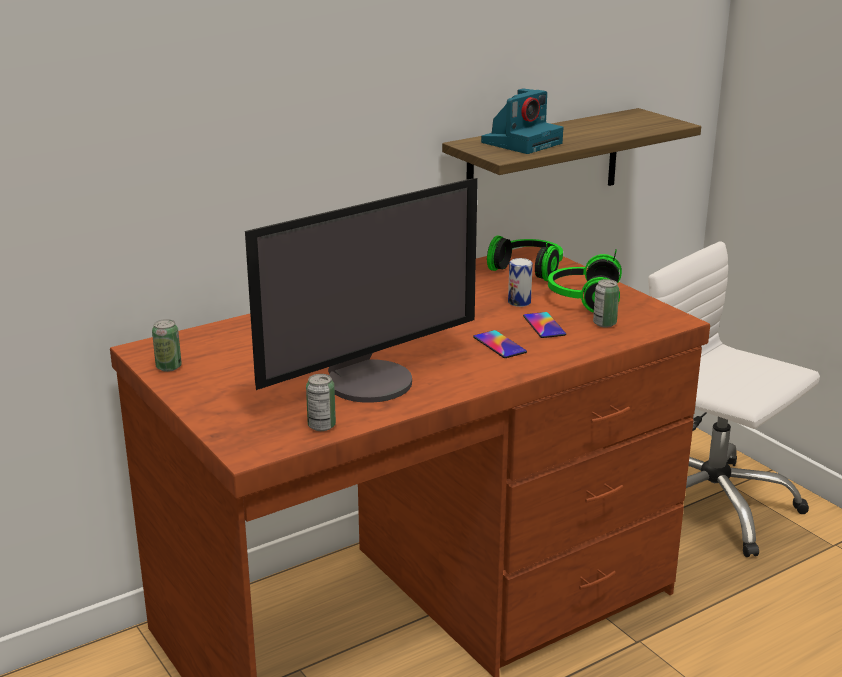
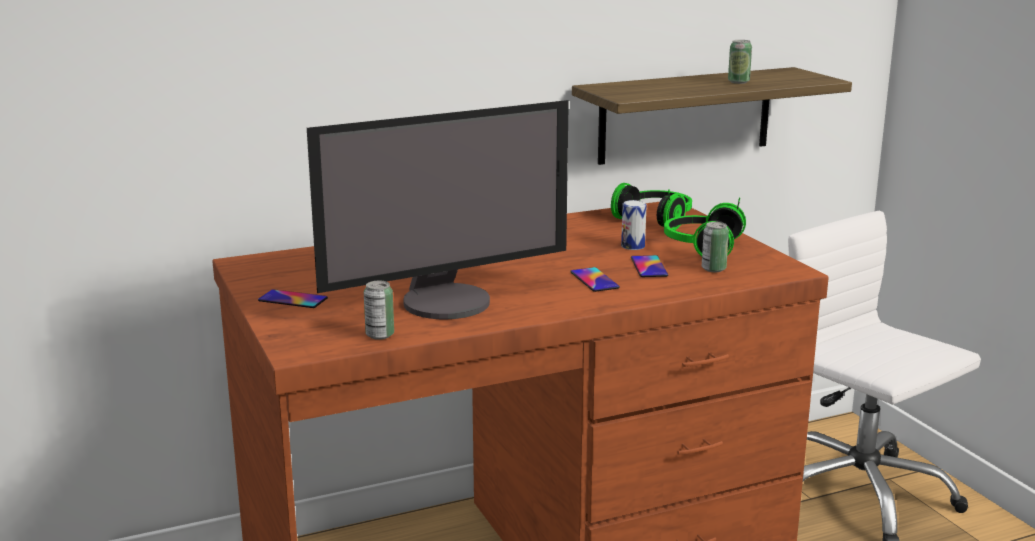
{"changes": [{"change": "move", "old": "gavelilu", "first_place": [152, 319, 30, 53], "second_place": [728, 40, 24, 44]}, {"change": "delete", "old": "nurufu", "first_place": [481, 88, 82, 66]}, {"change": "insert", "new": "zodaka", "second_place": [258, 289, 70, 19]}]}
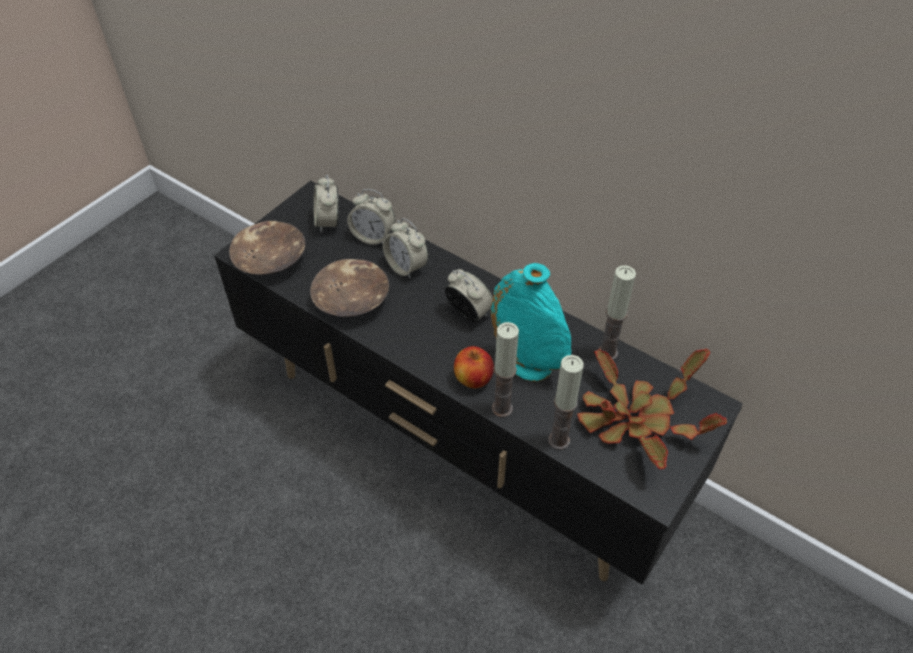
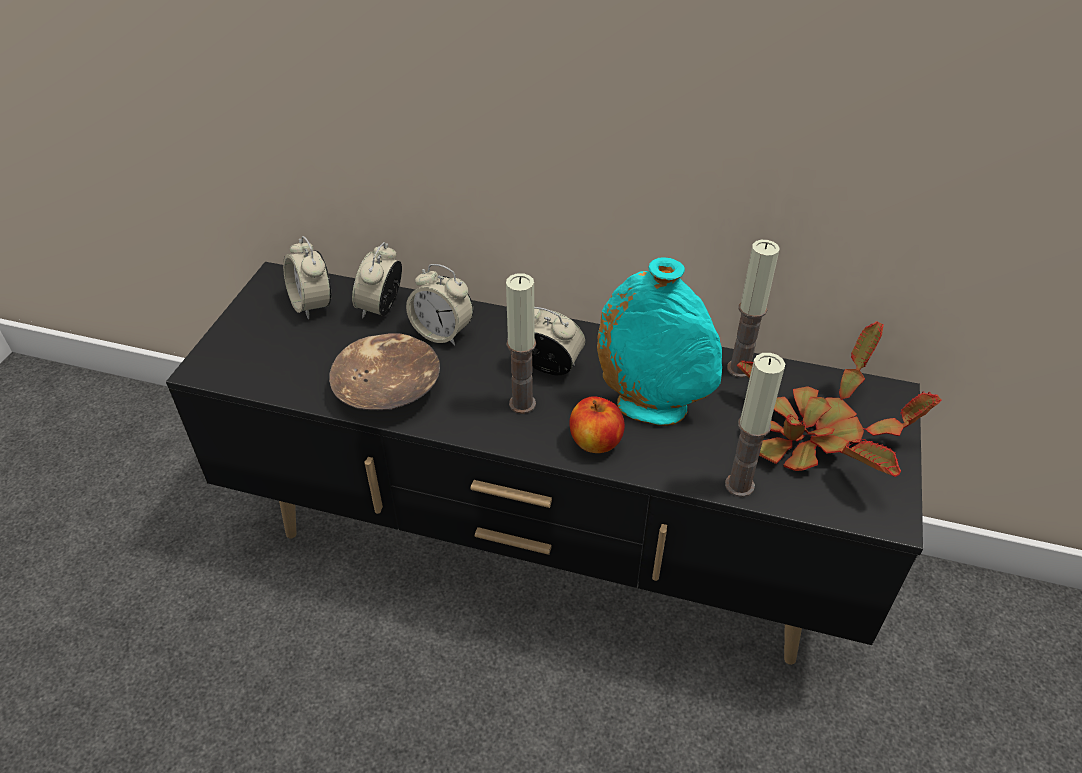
{"changes": [{"change": "delete", "old": "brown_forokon", "first_place": [229, 221, 77, 54]}, {"change": "rotate", "old": "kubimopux", "first_place": [347, 189, 48, 55], "second_place": [352, 242, 50, 76], "degrees": 105}, {"change": "move", "old": "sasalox", "first_place": [492, 322, 27, 95], "second_place": [506, 273, 30, 141]}]}
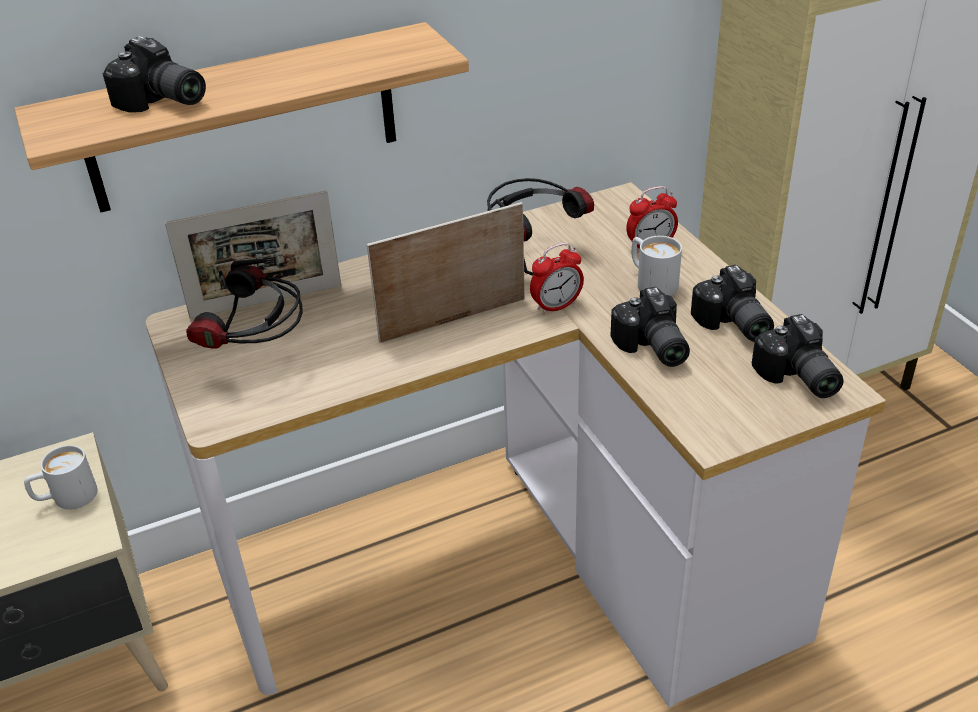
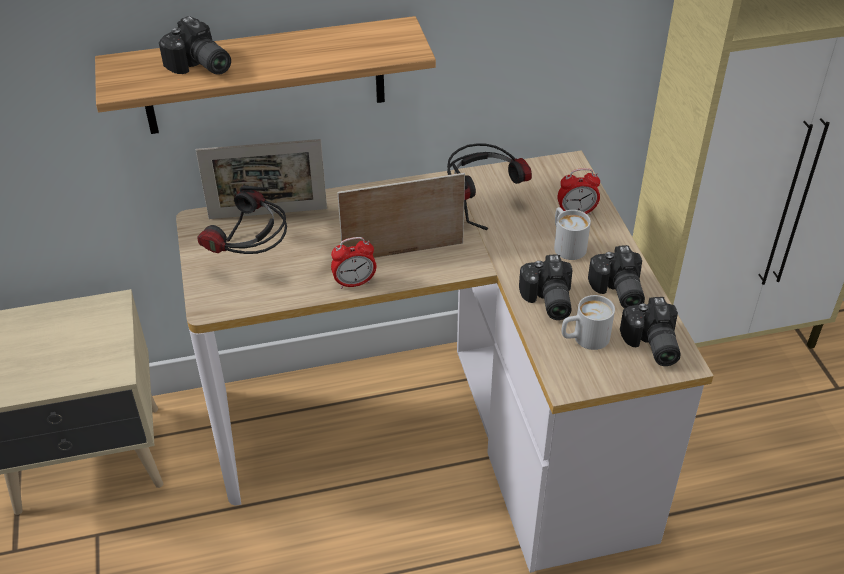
{"changes": [{"change": "move", "old": "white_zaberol", "first_place": [24, 445, 74, 65], "second_place": [561, 295, 54, 55]}, {"change": "move", "old": "kubimopux", "first_place": [530, 243, 54, 72], "second_place": [331, 237, 45, 52]}]}
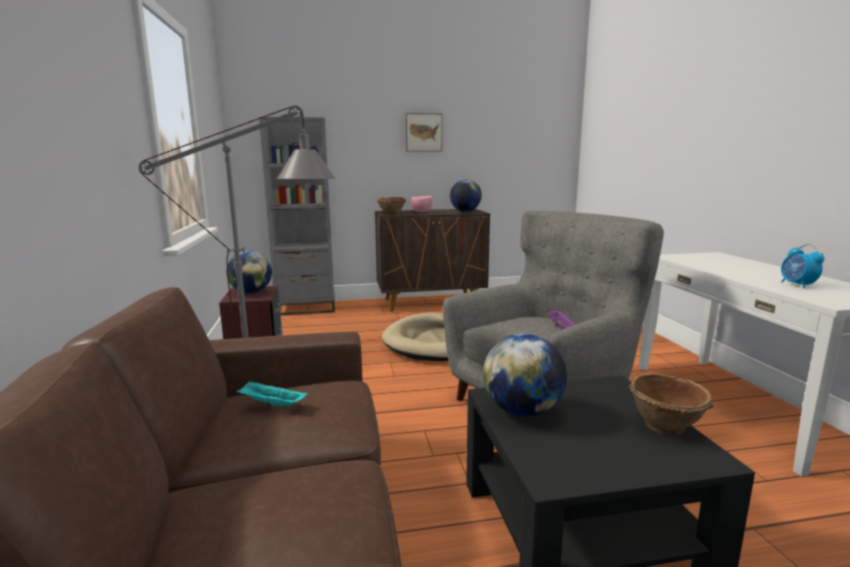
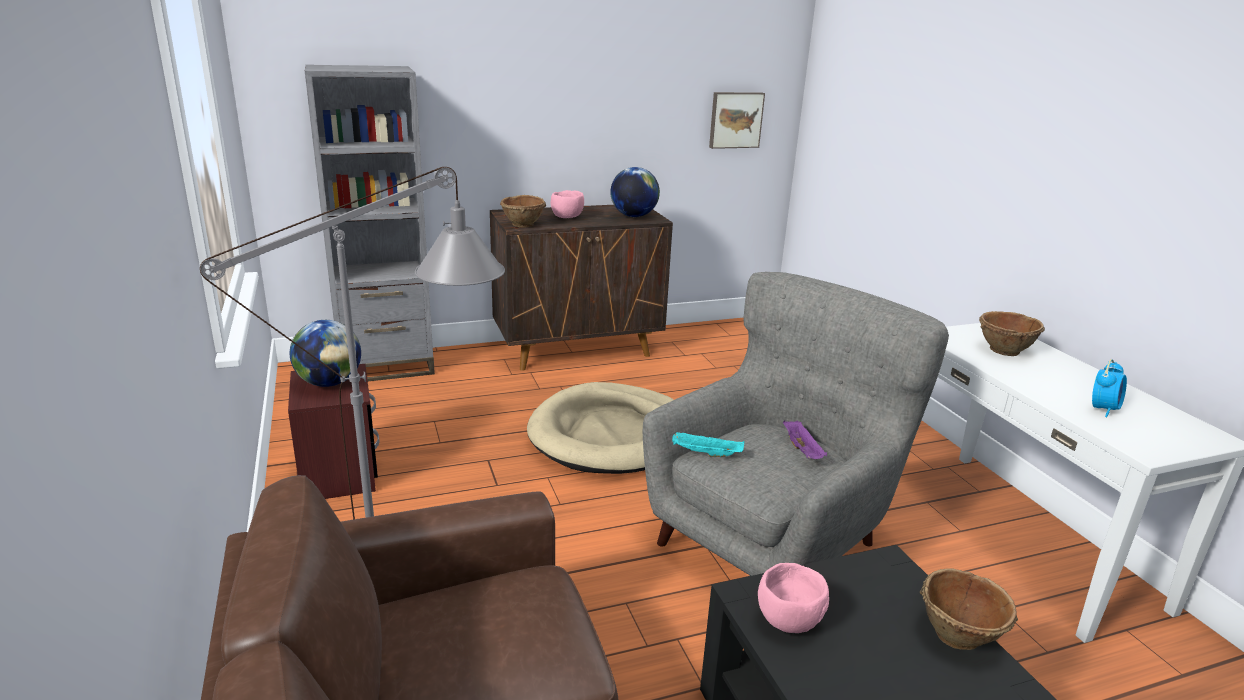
{"changes": [{"change": "move", "old": "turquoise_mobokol", "first_place": [236, 381, 72, 27], "second_place": [672, 432, 72, 25]}, {"change": "move", "old": "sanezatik", "first_place": [405, 113, 37, 39], "second_place": [709, 92, 56, 57]}, {"change": "replace", "old": "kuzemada", "new": "pink_forokon", "first_place": [483, 333, 84, 84], "second_place": [758, 563, 71, 70]}, {"change": "rotate", "old": "kubimopux", "first_place": [781, 244, 43, 44], "second_place": [1092, 359, 35, 58], "degrees": -120}, {"change": "insert", "new": "brown_forokon", "second_place": [979, 311, 66, 45]}]}
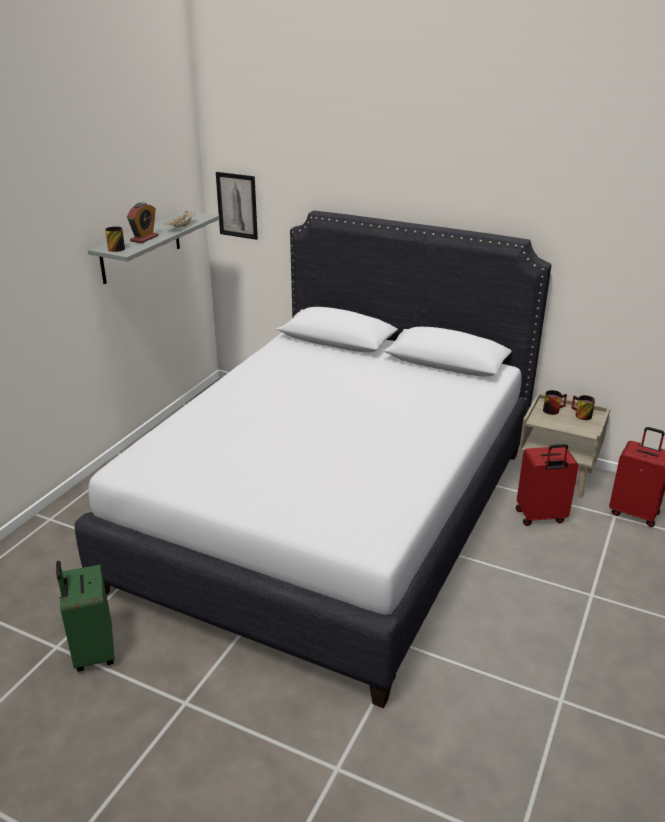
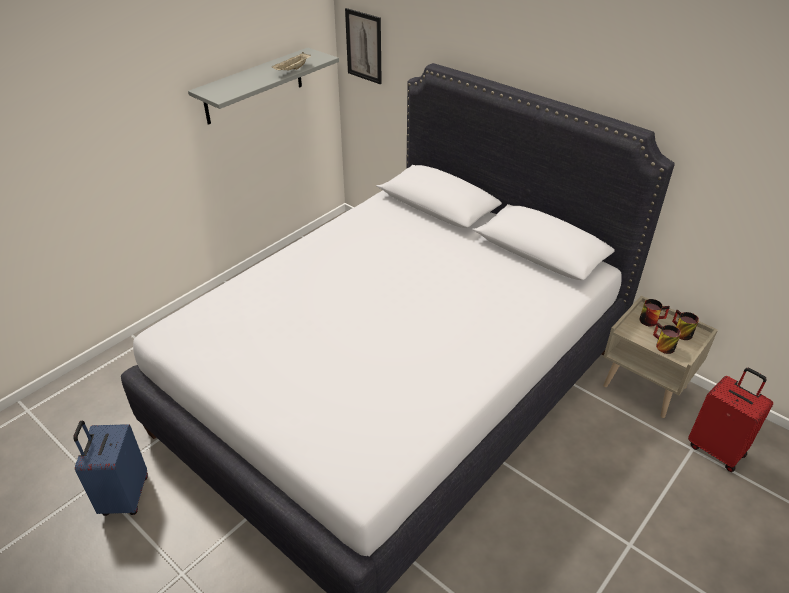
{"changes": [{"change": "recolor", "old": "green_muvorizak", "new": "blue_muvorizak", "first_place": [56, 561, 59, 111], "second_place": [73, 421, 75, 95]}, {"change": "move", "old": "zaberol", "first_place": [105, 227, 20, 25], "second_place": [653, 323, 28, 31]}, {"change": "delete", "old": "kubimopux", "first_place": [127, 202, 32, 41]}, {"change": "delete", "old": "red_muvorizak", "first_place": [516, 444, 63, 82]}]}
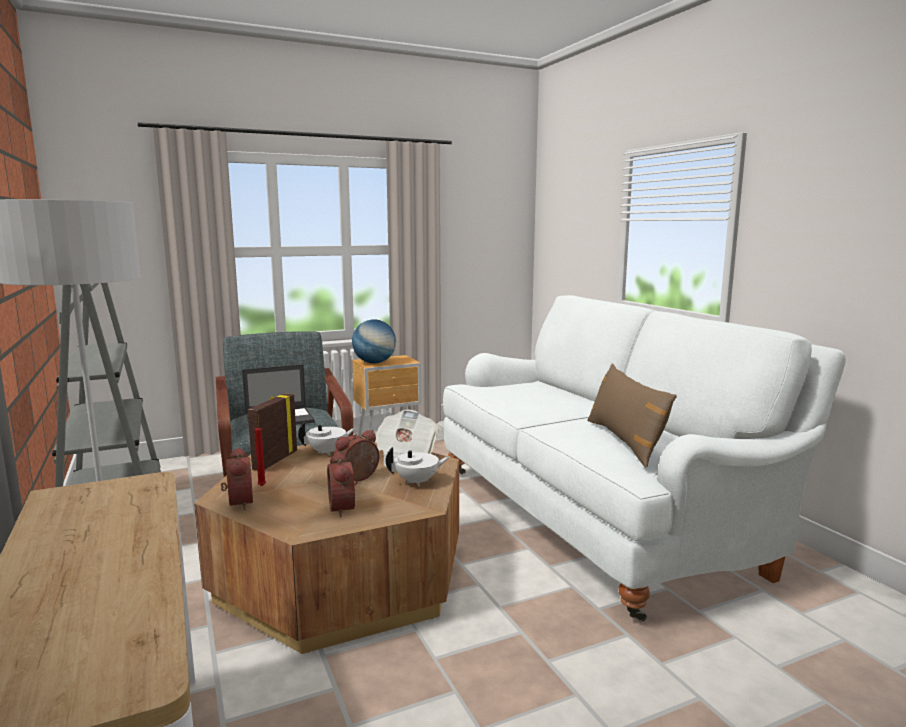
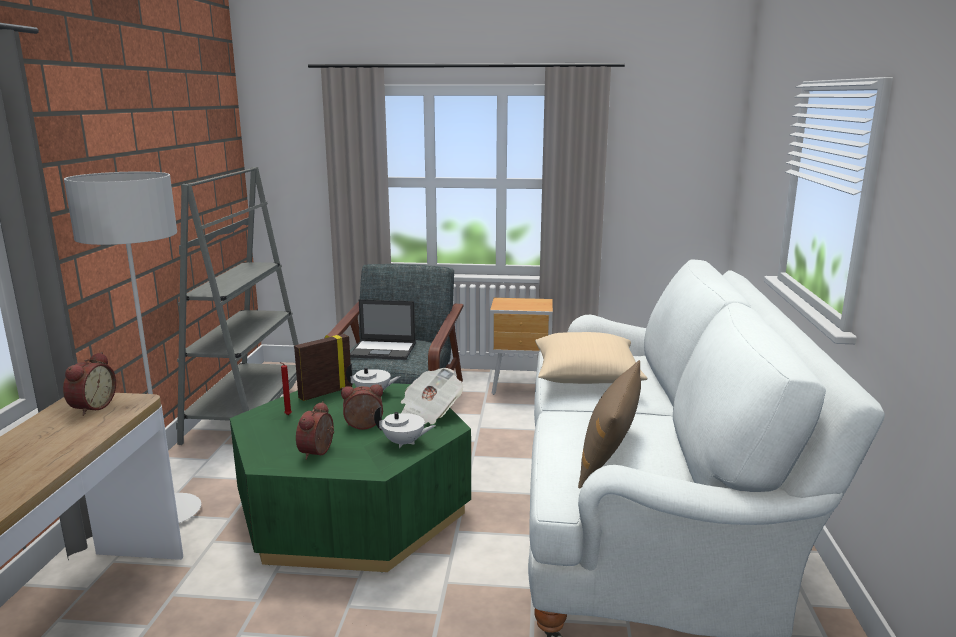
{"changes": [{"change": "recolor", "old": "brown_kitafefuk", "new": "green_kitafefuk", "first_place": [194, 437, 265, 217], "second_place": [230, 383, 241, 189]}, {"change": "move", "old": "kubimopux", "first_place": [221, 448, 32, 62], "second_place": [63, 352, 53, 64]}, {"change": "delete", "old": "kuzemada", "first_place": [352, 319, 44, 44]}, {"change": "insert", "new": "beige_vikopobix", "second_place": [535, 332, 112, 52]}]}
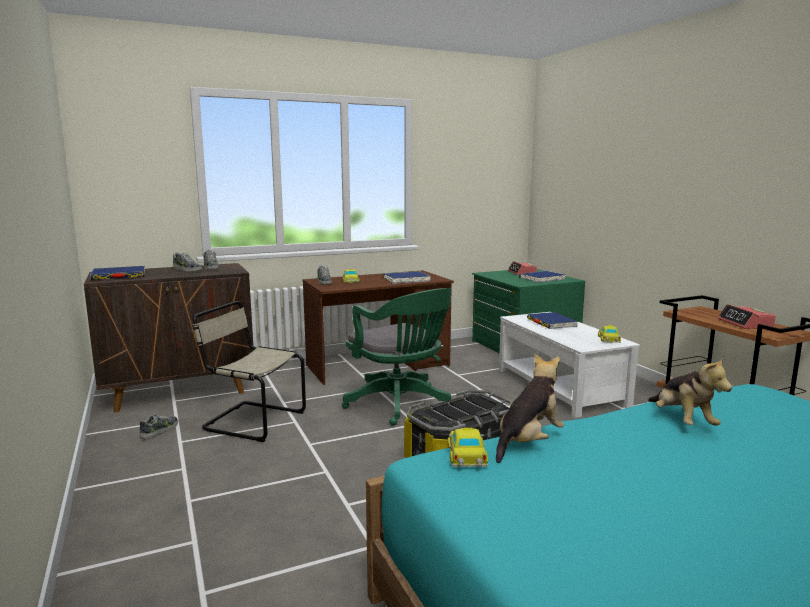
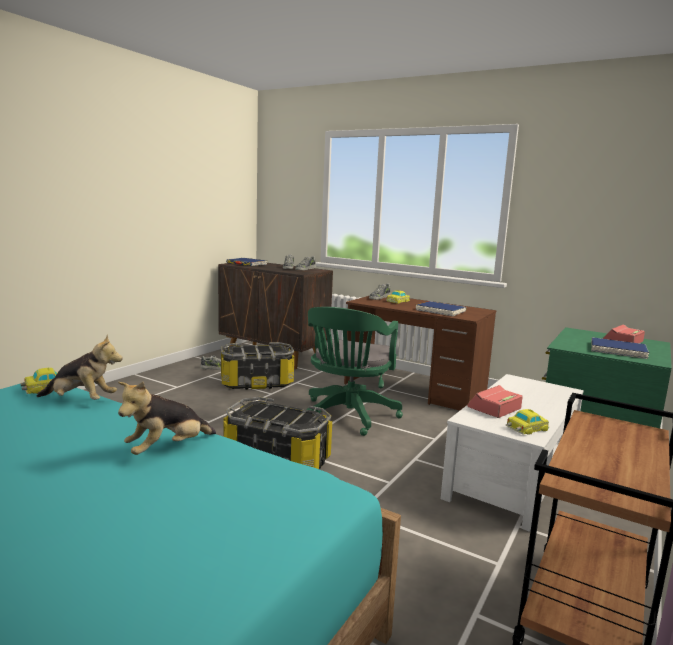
{"changes": [{"change": "replace", "old": "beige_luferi", "new": "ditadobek", "first_place": [193, 301, 113, 141], "second_place": [221, 342, 73, 48]}, {"change": "delete", "old": "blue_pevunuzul", "first_place": [527, 312, 51, 17]}, {"change": "move", "old": "kubimopux", "first_place": [718, 304, 58, 25], "second_place": [467, 385, 56, 33]}]}
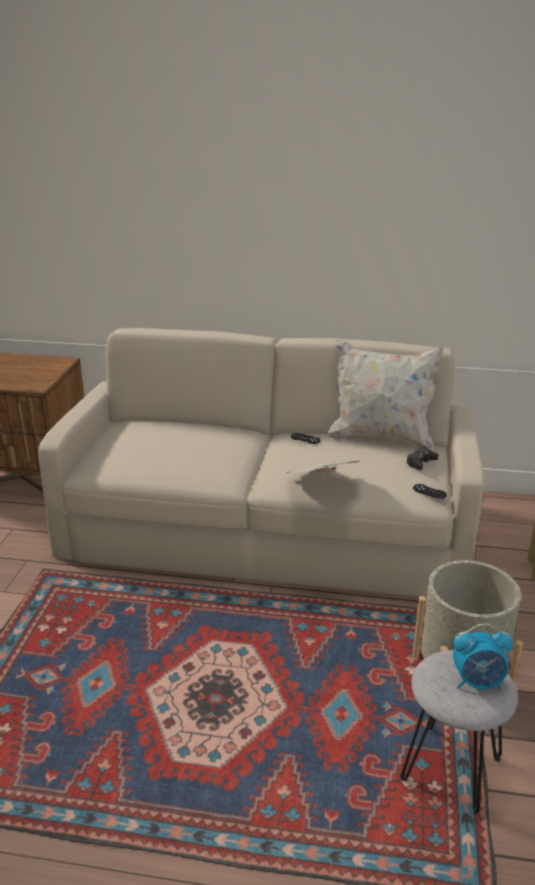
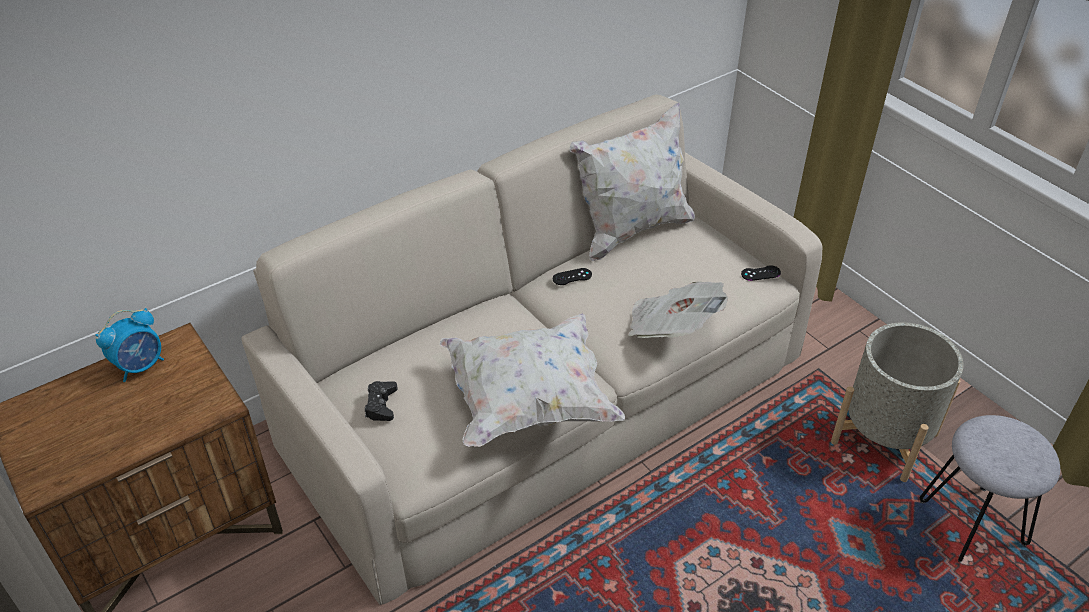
{"changes": [{"change": "move", "old": "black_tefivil", "first_place": [406, 448, 33, 22], "second_place": [365, 381, 33, 40]}, {"change": "move", "old": "kubimopux", "first_place": [453, 623, 60, 66], "second_place": [95, 308, 69, 74]}, {"change": "insert", "new": "white_vikopobix", "second_place": [439, 313, 186, 134]}]}
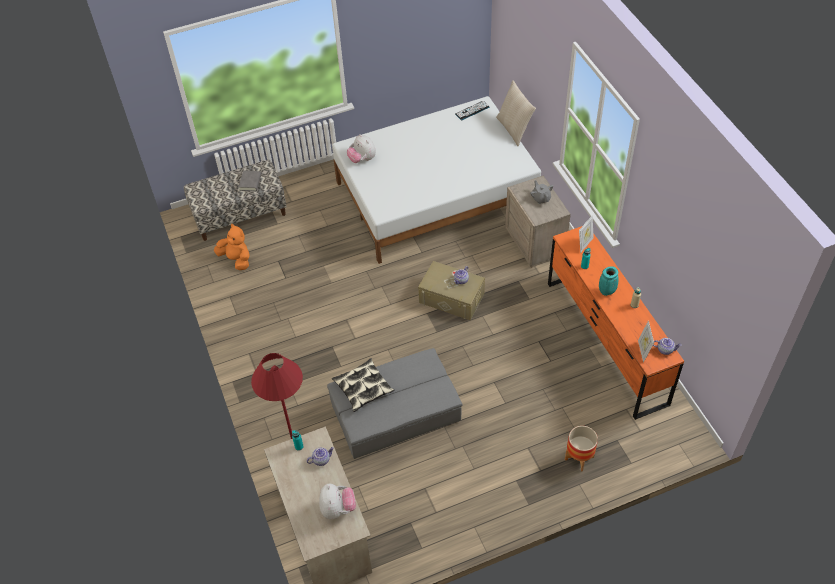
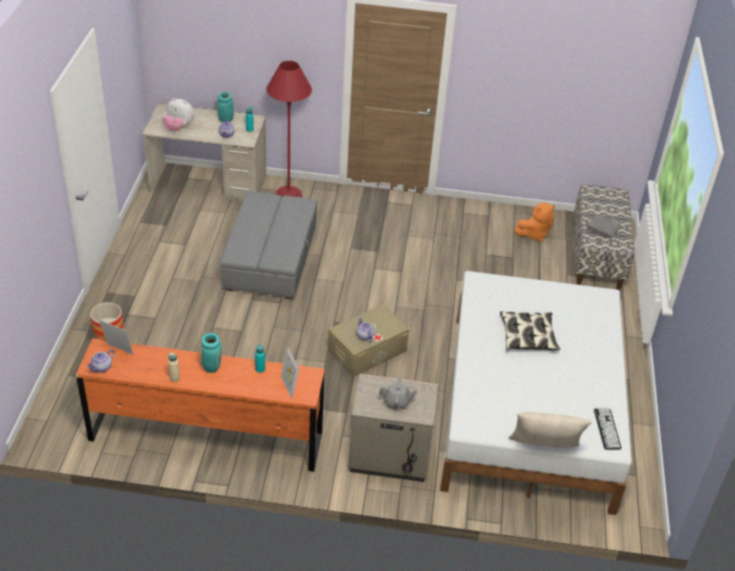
{"changes": [{"change": "move", "old": "vikopobix", "first_place": [332, 358, 62, 54], "second_place": [500, 311, 60, 39]}, {"change": "delete", "old": "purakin", "first_place": [347, 134, 29, 29]}, {"change": "insert", "new": "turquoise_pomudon", "second_place": [217, 92, 17, 31]}]}
